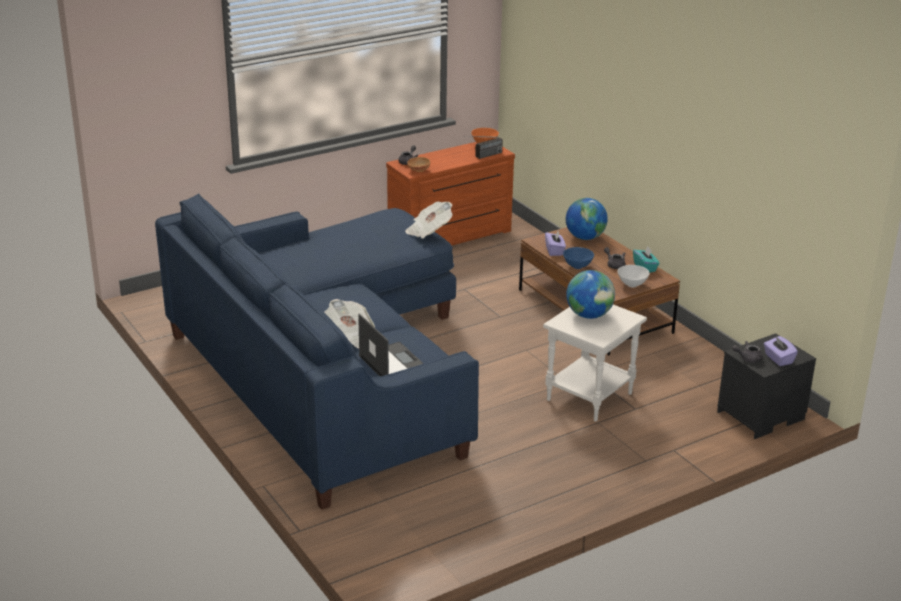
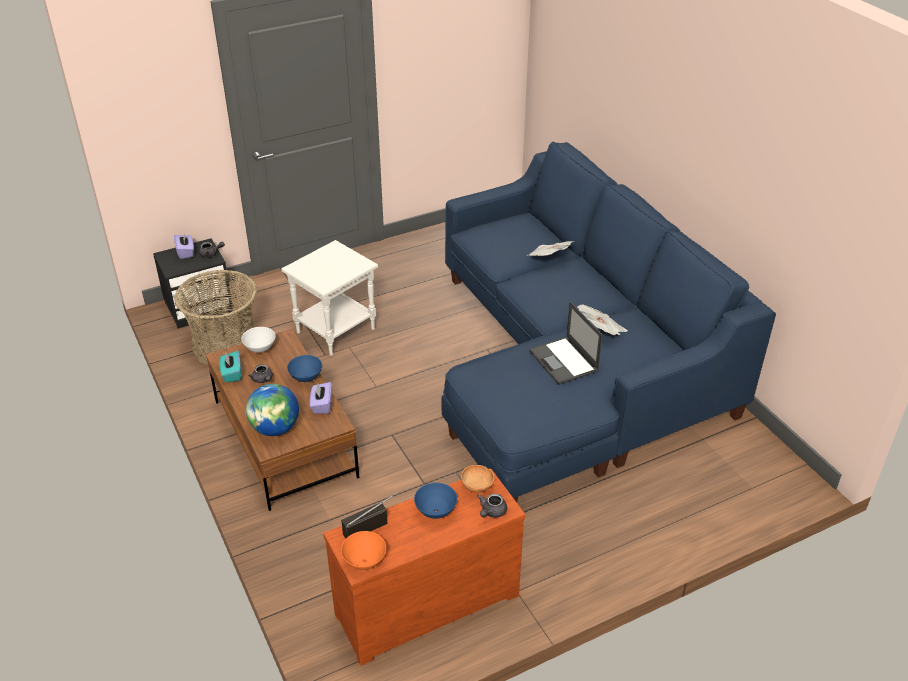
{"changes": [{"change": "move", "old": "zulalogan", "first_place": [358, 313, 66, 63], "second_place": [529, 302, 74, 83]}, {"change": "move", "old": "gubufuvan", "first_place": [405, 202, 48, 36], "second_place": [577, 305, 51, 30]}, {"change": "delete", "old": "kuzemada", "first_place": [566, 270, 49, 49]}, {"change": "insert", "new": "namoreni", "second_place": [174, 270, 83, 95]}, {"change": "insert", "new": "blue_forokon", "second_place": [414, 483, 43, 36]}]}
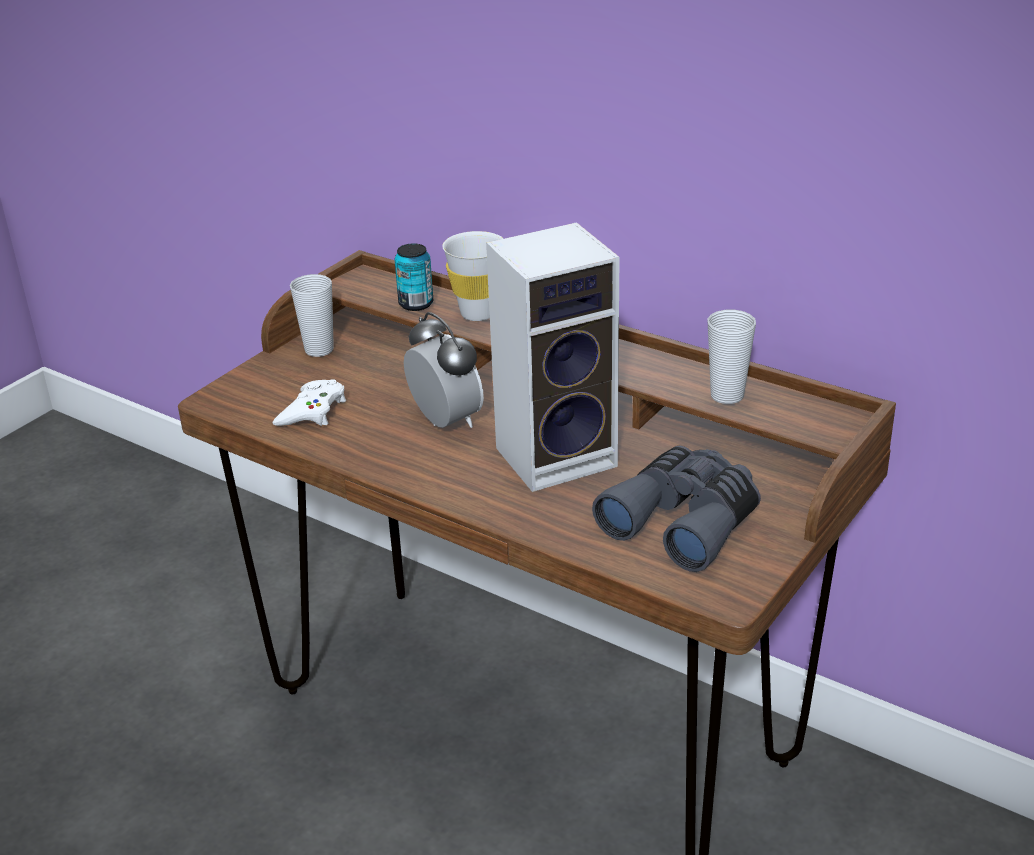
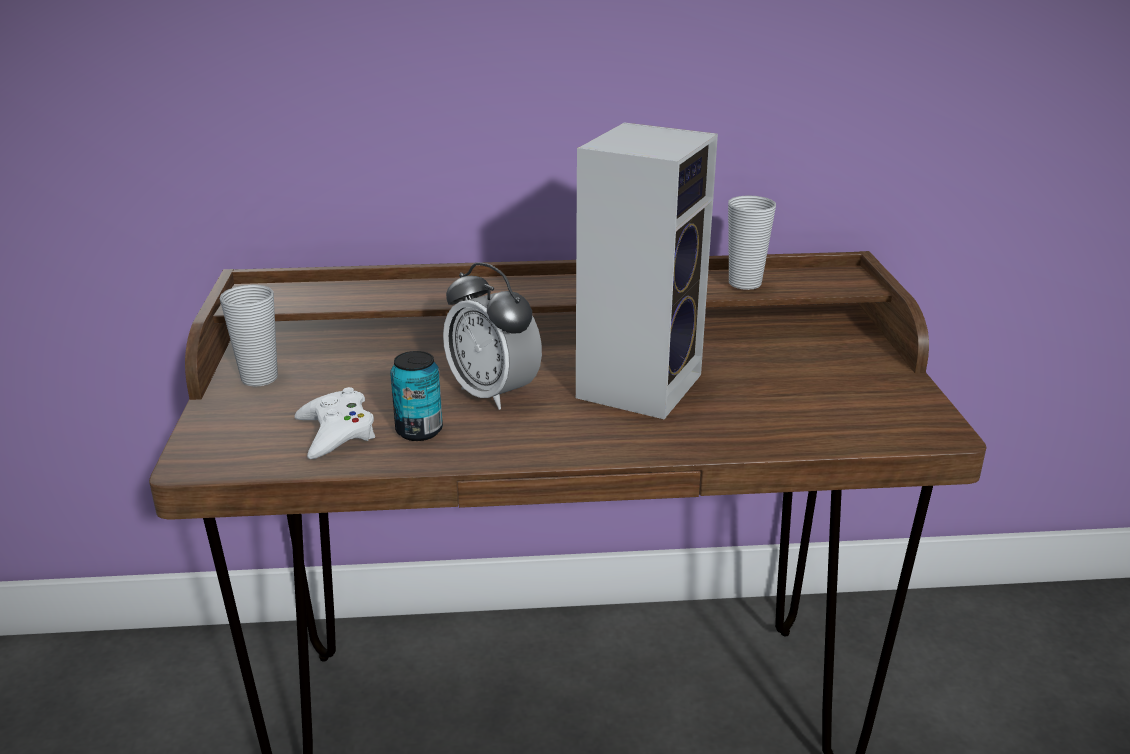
{"changes": [{"change": "move", "old": "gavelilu", "first_place": [394, 243, 39, 68], "second_place": [390, 351, 53, 90]}, {"change": "rotate", "old": "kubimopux", "first_place": [404, 312, 80, 116], "second_place": [443, 262, 99, 148], "degrees": -150}, {"change": "delete", "old": "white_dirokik", "first_place": [442, 231, 62, 90]}, {"change": "delete", "old": "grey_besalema", "first_place": [592, 446, 169, 126]}]}
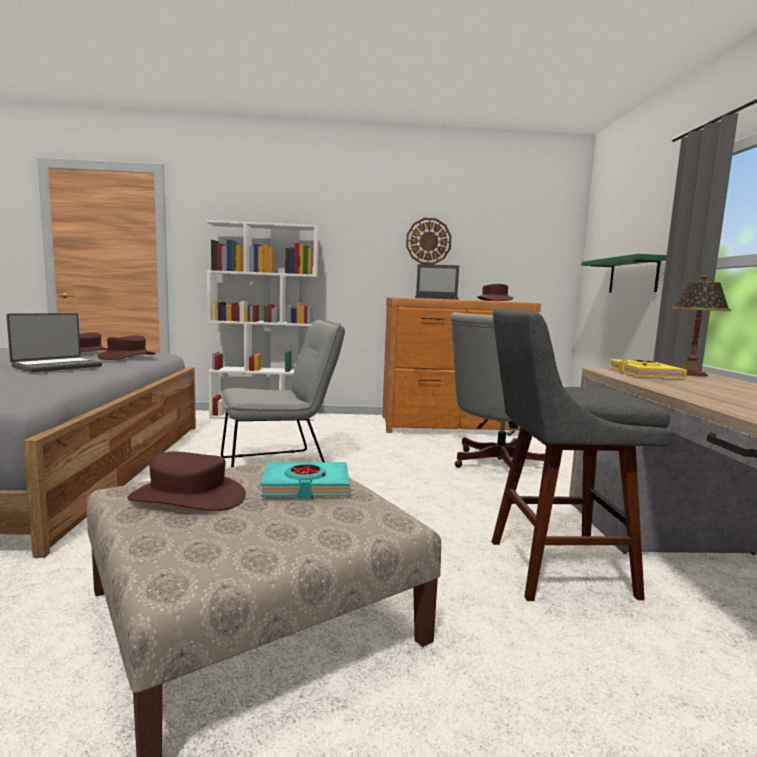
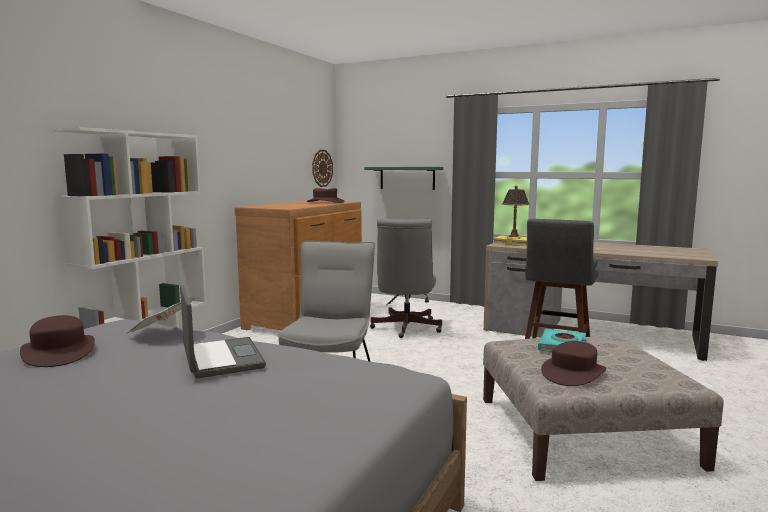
{"changes": [{"change": "replace", "old": "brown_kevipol", "new": "gubufuvan", "first_place": [97, 336, 59, 24], "second_place": [127, 297, 69, 36]}, {"change": "move", "old": "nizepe", "first_place": [406, 218, 46, 47], "second_place": [312, 150, 21, 37]}, {"change": "delete", "old": "zulalogan", "first_place": [415, 264, 44, 36]}]}
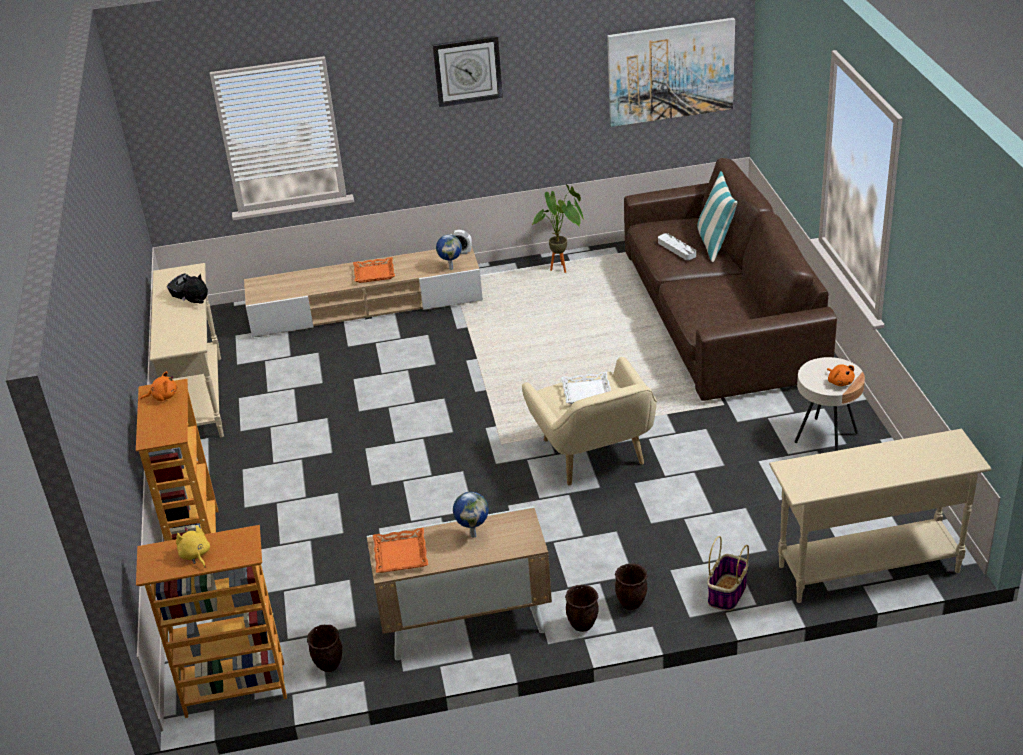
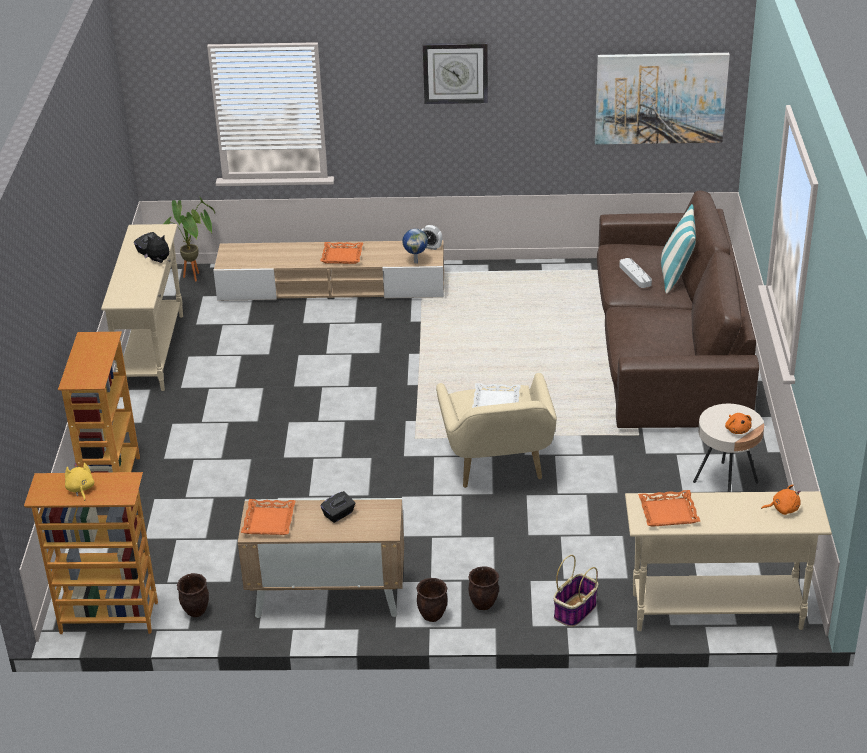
{"changes": [{"change": "move", "old": "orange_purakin", "first_place": [140, 371, 37, 30], "second_place": [761, 485, 40, 30]}, {"change": "replace", "old": "kuzemada", "new": "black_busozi", "first_place": [453, 492, 36, 46], "second_place": [320, 491, 35, 32]}, {"change": "move", "old": "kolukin", "first_place": [532, 184, 52, 89], "second_place": [164, 196, 51, 85]}, {"change": "insert", "new": "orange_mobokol", "second_place": [638, 490, 62, 37]}]}
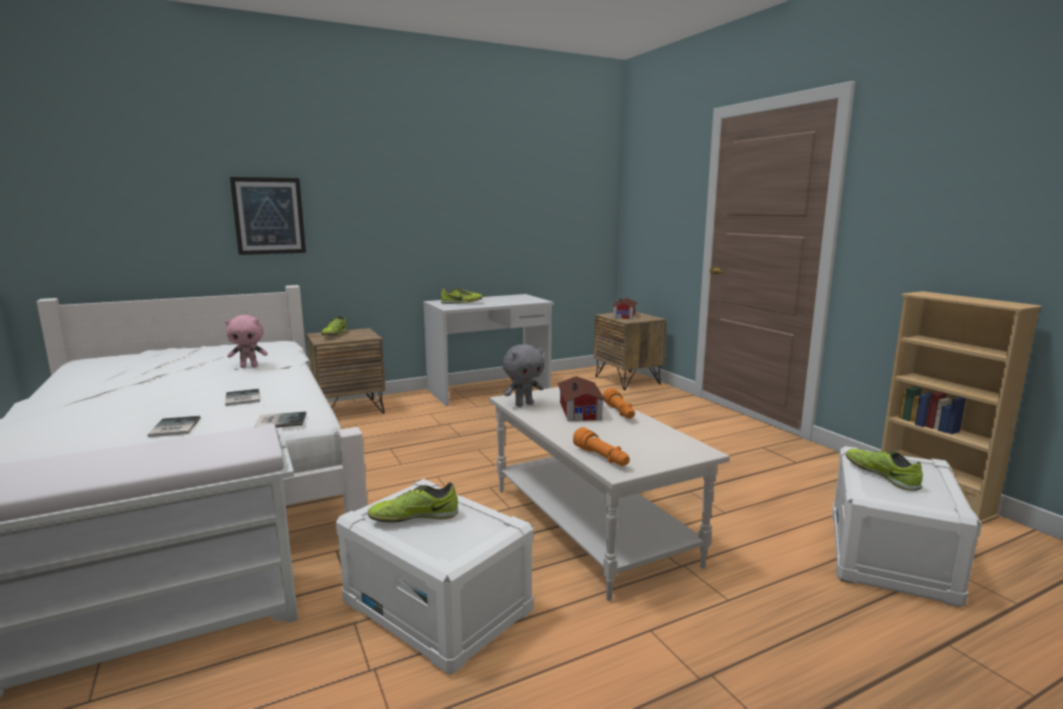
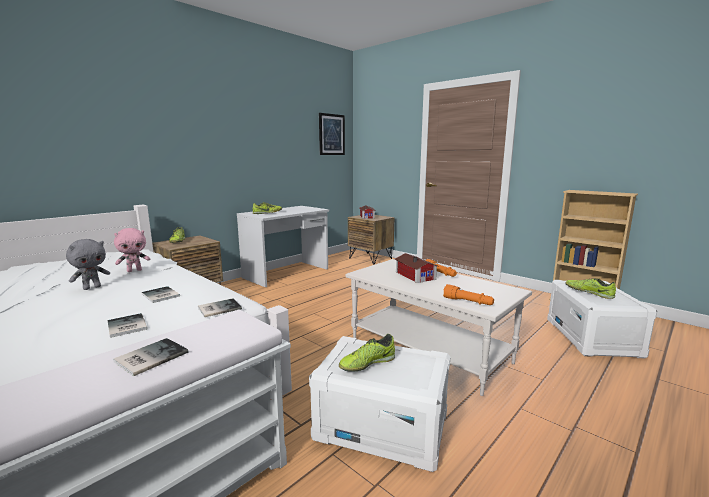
{"changes": [{"change": "move", "old": "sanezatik", "first_place": [230, 177, 76, 78], "second_place": [319, 113, 26, 42]}, {"change": "move", "old": "grey_purakin", "first_place": [503, 344, 42, 63], "second_place": [66, 239, 44, 51]}, {"change": "insert", "new": "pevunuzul", "second_place": [113, 338, 75, 38]}]}
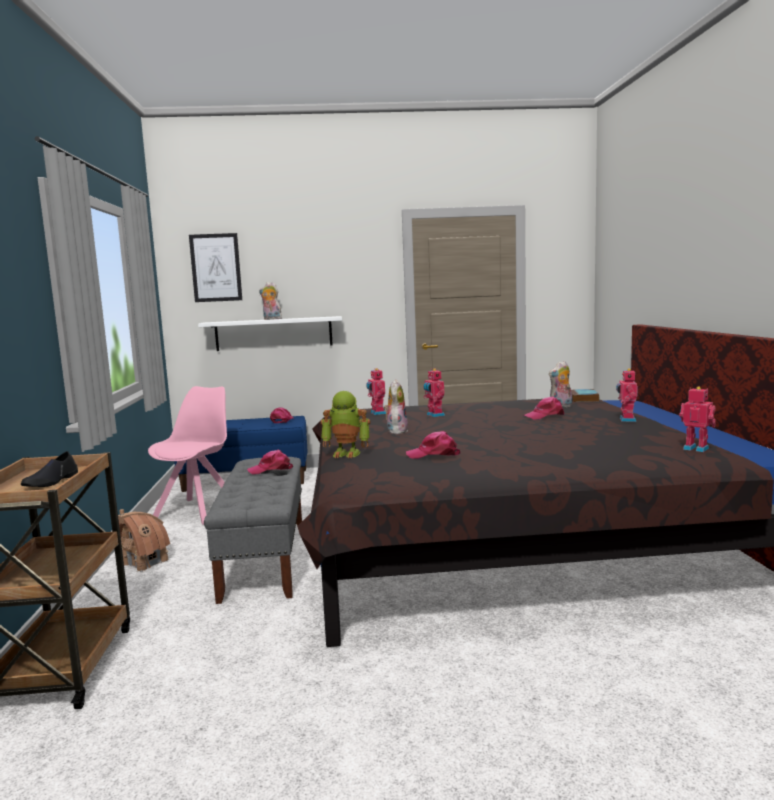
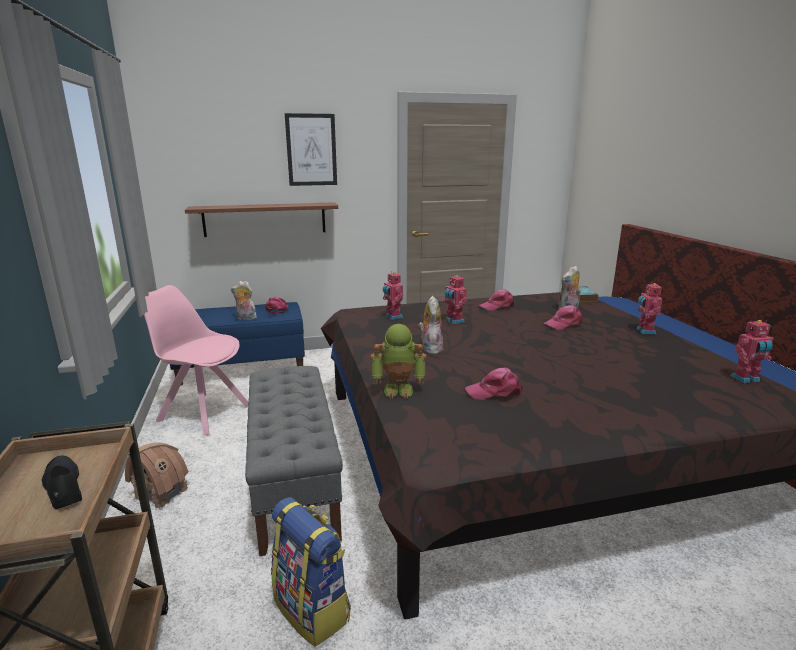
{"changes": [{"change": "rotate", "old": "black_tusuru", "first_place": [21, 451, 57, 36], "second_place": [42, 456, 40, 54], "degrees": 135}, {"change": "rotate", "old": "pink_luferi", "first_place": [148, 386, 79, 139], "second_place": [144, 285, 104, 150], "degrees": -75}, {"change": "move", "old": "sanezatik", "first_place": [189, 233, 53, 69], "second_place": [285, 113, 52, 73]}, {"change": "recolor", "old": "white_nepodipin", "new": "brown_nepodipin", "first_place": [198, 316, 144, 35], "second_place": [185, 202, 153, 35]}, {"change": "move", "old": "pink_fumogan", "first_place": [247, 450, 46, 25], "second_place": [479, 289, 36, 22]}, {"change": "move", "old": "purakin", "first_place": [259, 282, 24, 38], "second_place": [231, 281, 27, 39]}, {"change": "rotate", "old": "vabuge", "first_place": [679, 386, 37, 66], "second_place": [731, 320, 43, 63], "degrees": 135}, {"change": "insert", "new": "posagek", "second_place": [271, 497, 80, 150]}]}
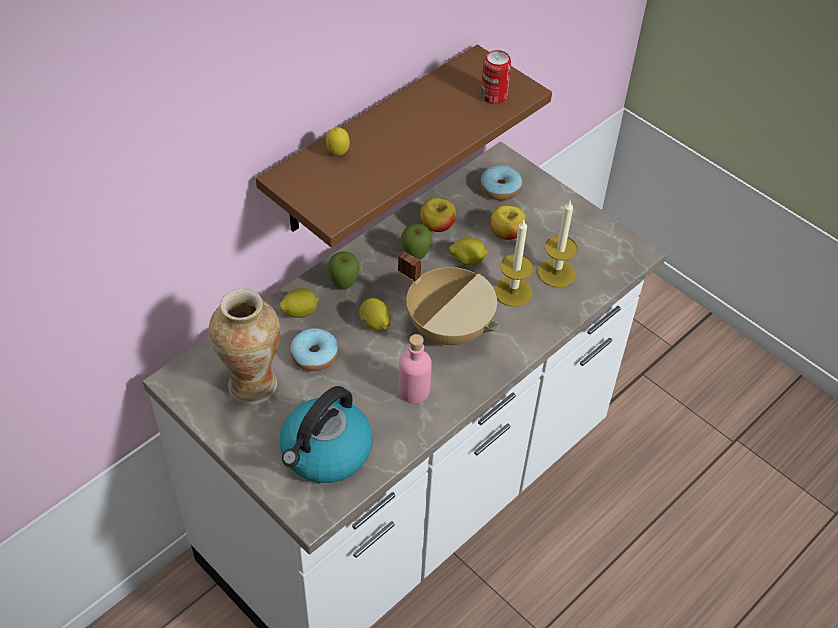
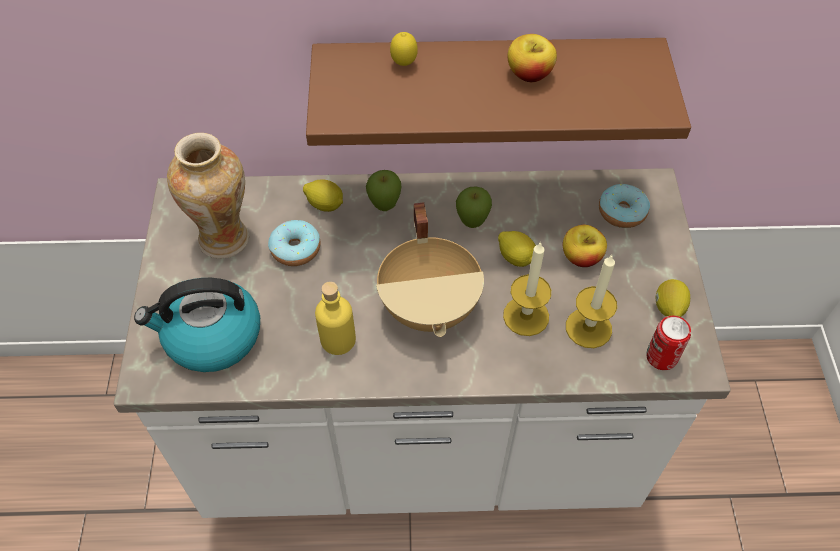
{"changes": [{"change": "move", "old": "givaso", "first_place": [359, 298, 32, 32], "second_place": [656, 279, 34, 38]}, {"change": "recolor", "old": "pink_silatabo", "new": "yellow_silatabo", "first_place": [399, 334, 33, 69], "second_place": [315, 281, 41, 74]}, {"change": "move", "old": "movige", "first_place": [420, 198, 36, 34], "second_place": [507, 34, 50, 48]}, {"change": "move", "old": "gavelilu", "first_place": [481, 50, 30, 54], "second_place": [646, 316, 45, 54]}]}
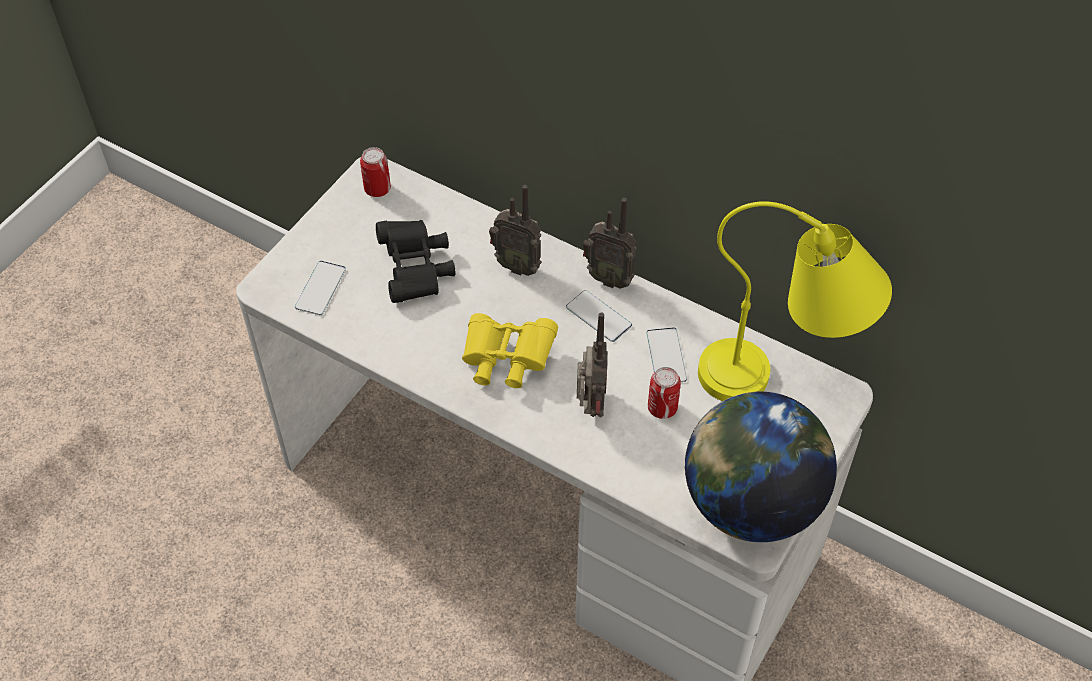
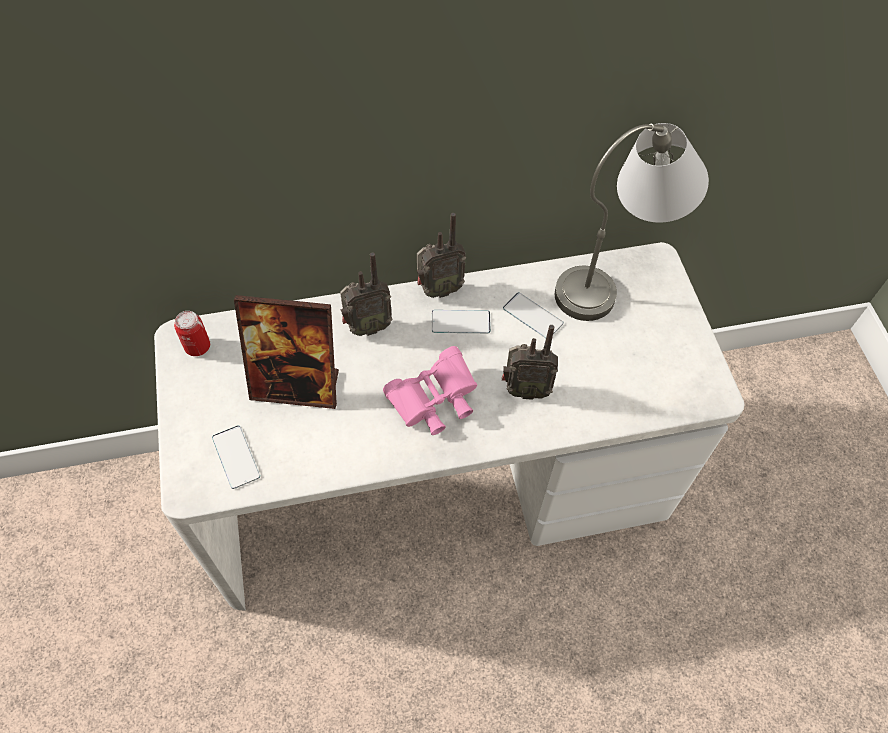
{"changes": [{"change": "replace", "old": "black_besalema", "new": "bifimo", "first_place": [376, 220, 79, 83], "second_place": [234, 295, 105, 114]}, {"change": "recolor", "old": "yellow_besalema", "new": "pink_besalema", "first_place": [462, 313, 96, 75], "second_place": [383, 346, 94, 89]}, {"change": "rotate", "old": "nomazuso", "first_place": [577, 312, 30, 106], "second_place": [502, 325, 56, 75], "degrees": 135}, {"change": "delete", "old": "gavelilu", "first_place": [648, 367, 33, 52]}, {"change": "delete", "old": "kuzemada", "first_place": [685, 392, 152, 150]}, {"change": "recolor", "old": "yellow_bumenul", "new": "grey_bumenul", "first_place": [698, 201, 194, 200], "second_place": [555, 123, 154, 198]}]}
